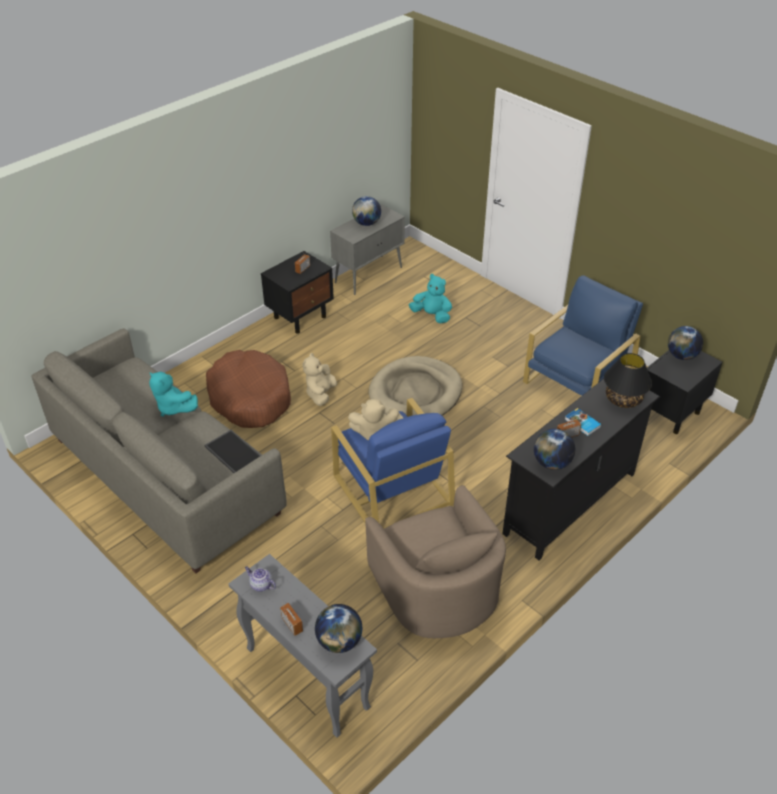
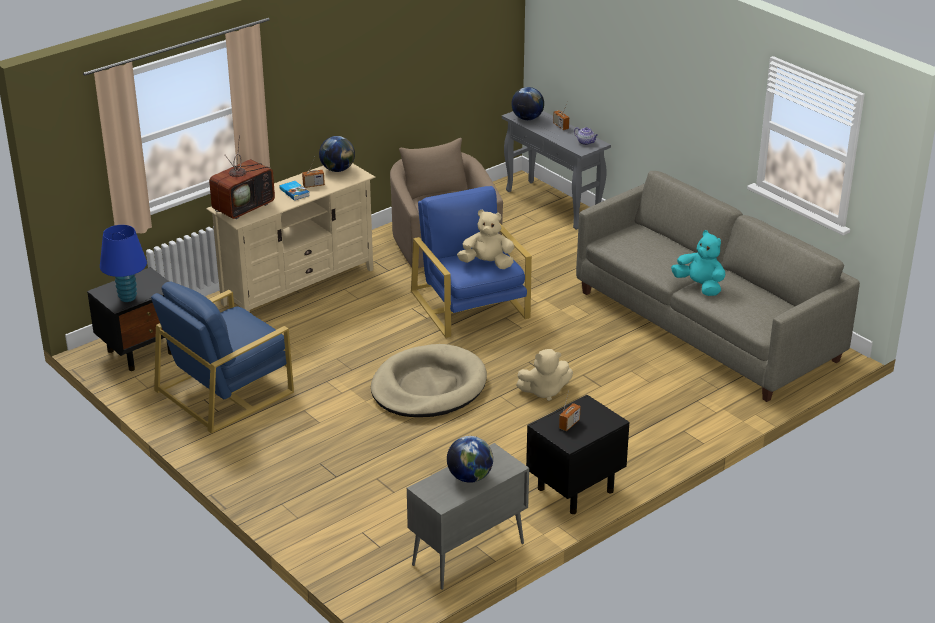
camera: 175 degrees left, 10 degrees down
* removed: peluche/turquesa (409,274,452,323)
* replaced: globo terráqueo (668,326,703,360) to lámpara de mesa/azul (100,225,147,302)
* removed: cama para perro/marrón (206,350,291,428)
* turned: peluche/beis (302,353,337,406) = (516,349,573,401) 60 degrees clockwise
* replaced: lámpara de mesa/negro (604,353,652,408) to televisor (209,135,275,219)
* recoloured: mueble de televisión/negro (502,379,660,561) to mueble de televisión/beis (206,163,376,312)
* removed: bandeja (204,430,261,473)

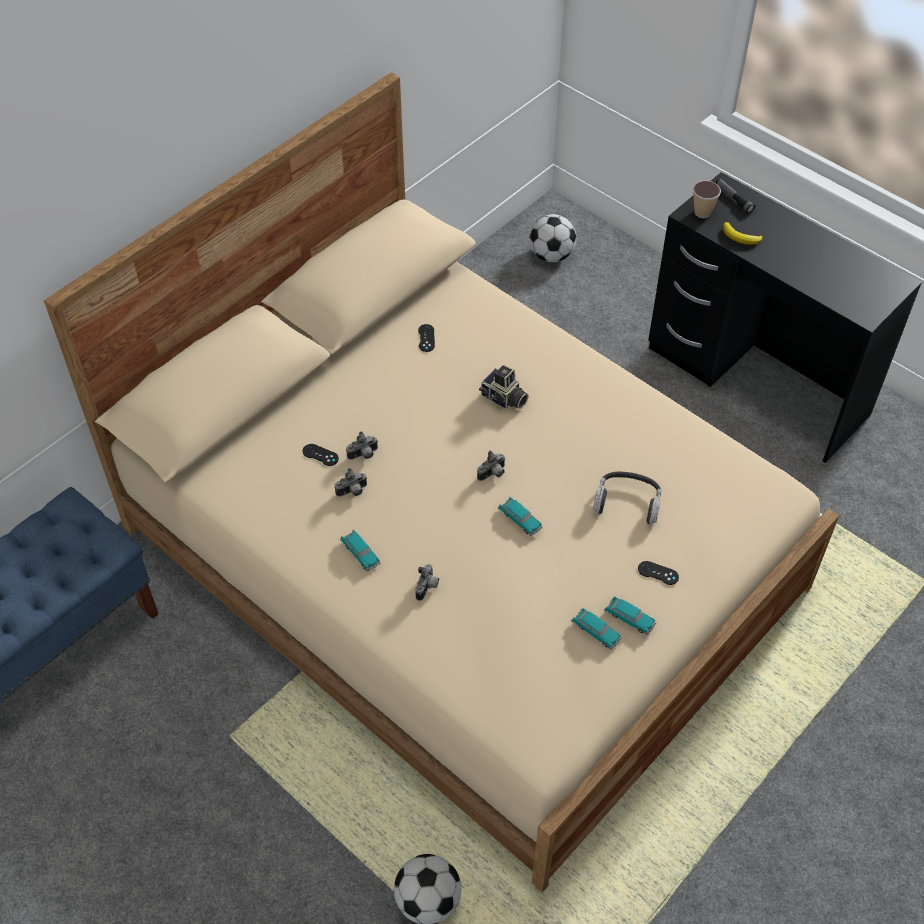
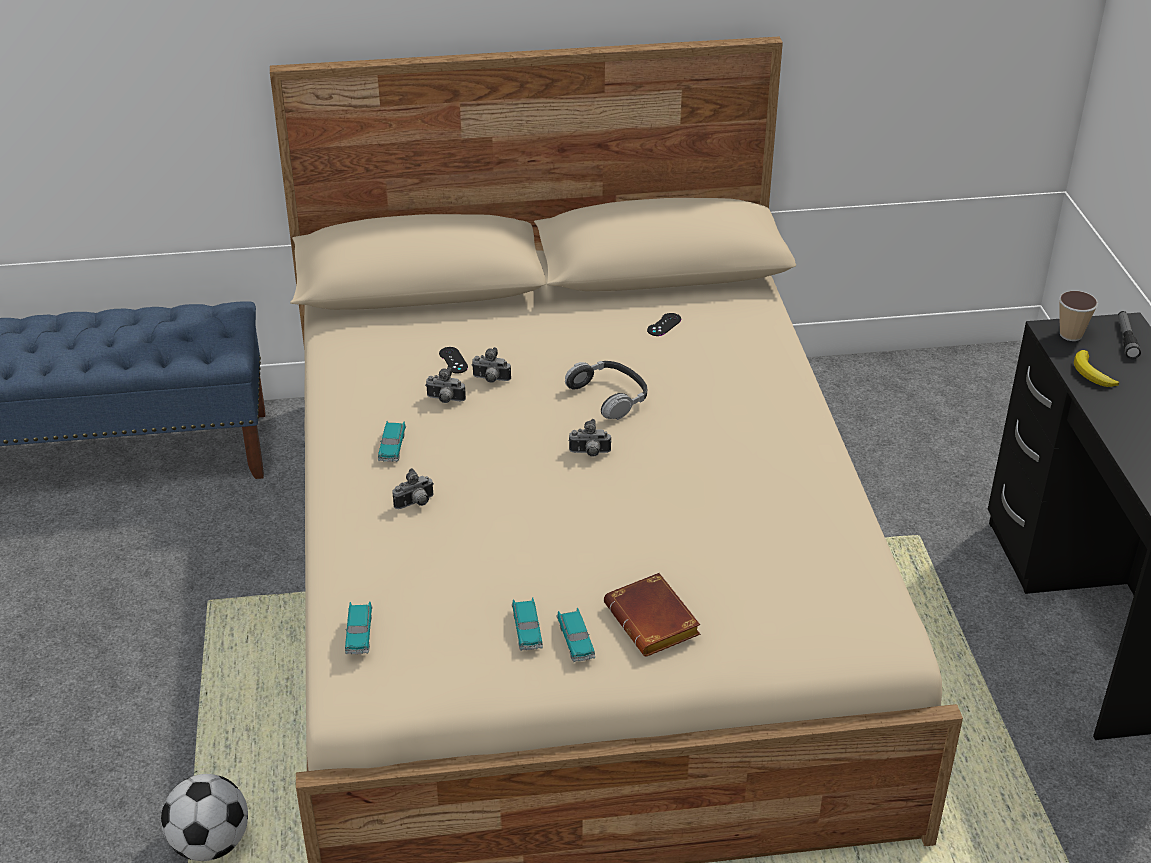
camera: 40 degrees right, 15 degrees down
* removed: balón de fútbol (529,214,576,262)
* removed: cámara (479,365,529,409)
* moved: auriculares (593,472,661,525) to (565,361,647,420)
* moved: coche de juguete (498,497,543,536) to (345,602,372,654)
* replaced: mando de consola/negro (638,561,679,585) to libro/marrón (604,573,700,657)

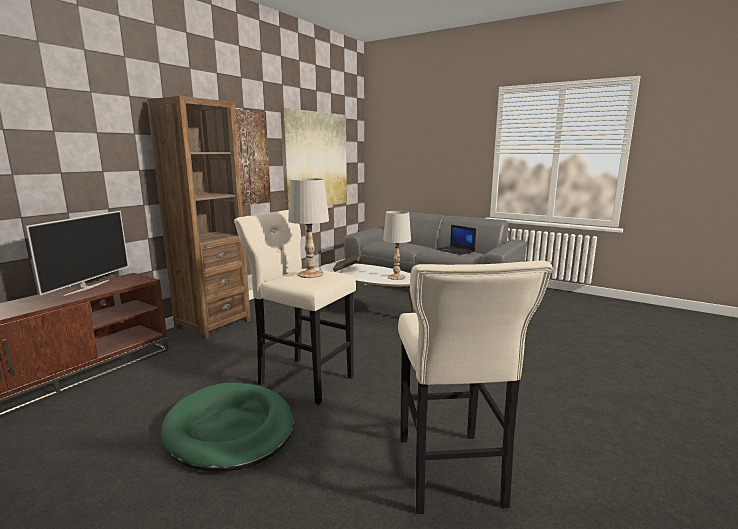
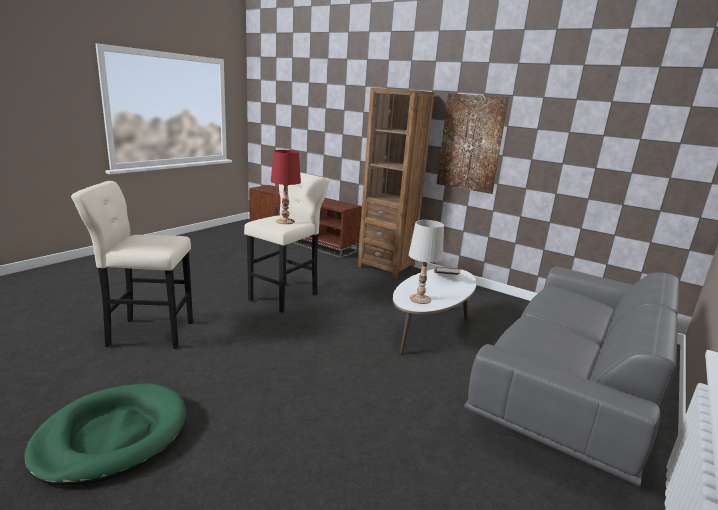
camera: 90 degrees right, 5 degrees up
* removed: cuadro (280,108,347,210)
* recoloured: lámpara de mesa/blanco (288,178,329,278) to lámpara de mesa/rojo (271,150,301,224)
* removed: televisor (26,211,129,296)
* removed: portátil (436,225,476,255)
* moved: cama para perro/verde (161,383,294,471) to (24,384,186,485)

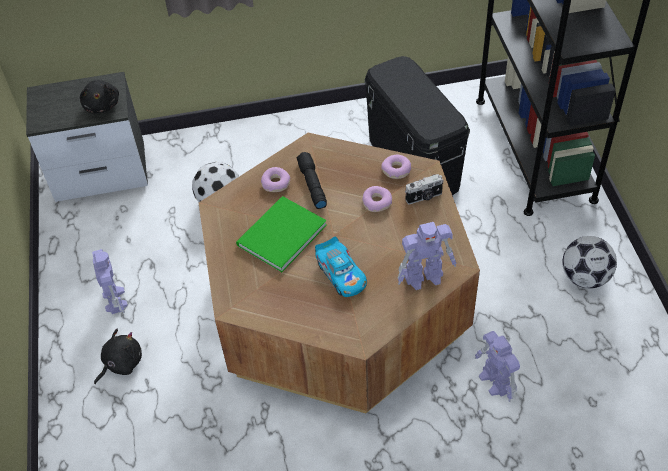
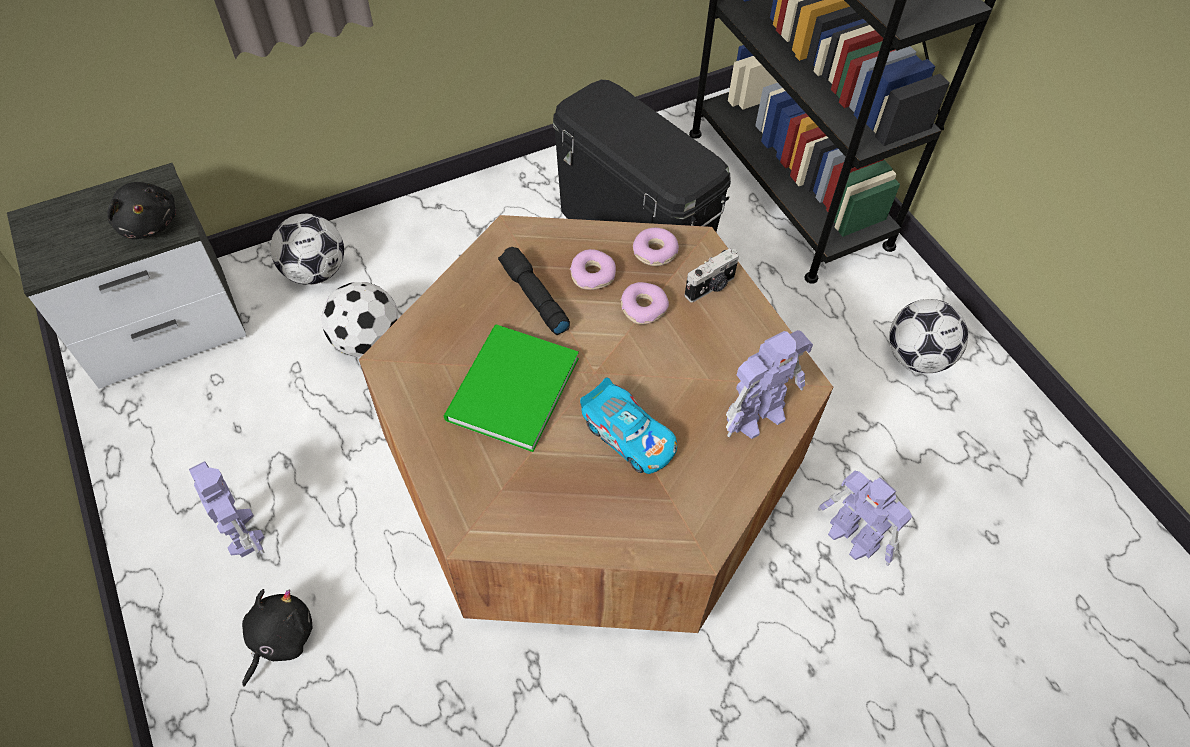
camera: 20 degrees left, 5 degrees up
* moved: rosquilla (261,167,291,192) to (570,249,616,290)
* added: balón de fútbol (270,214,344,285)

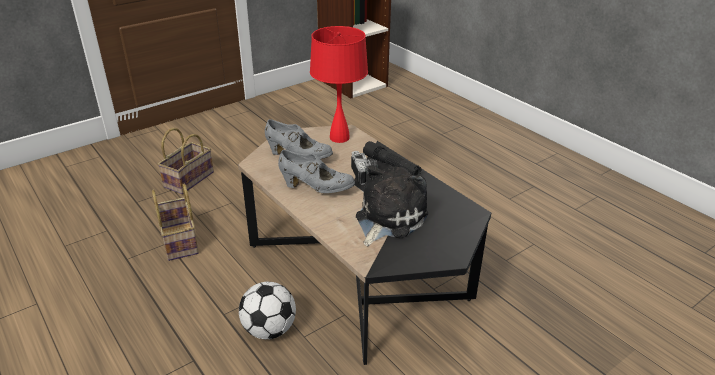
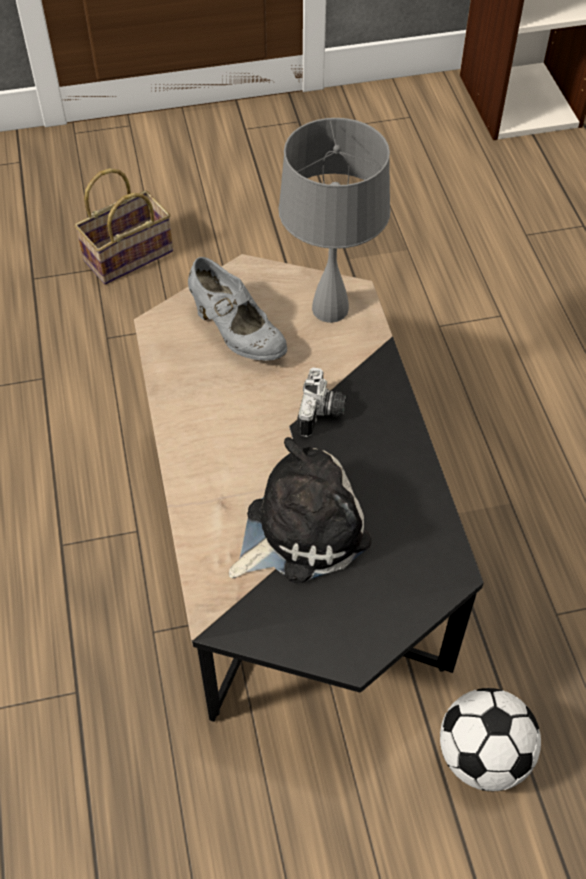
camera: 25 degrees right, 20 degrees up
* recoloured: lámpara de mesa/rojo (310,26,368,143) to lámpara de mesa/gris (278,118,390,323)
* removed: linterna/negro (363,141,421,176)
* removed: zapato/gris (278,150,355,193)
* removed: cesta (152,183,199,261)
* moved: balón de fútbol (239,282,296,339) to (440,688,541,791)

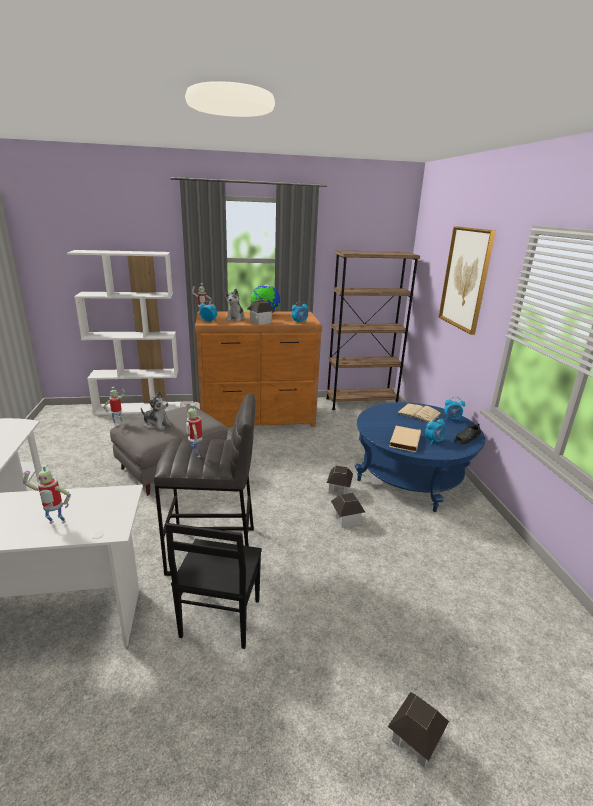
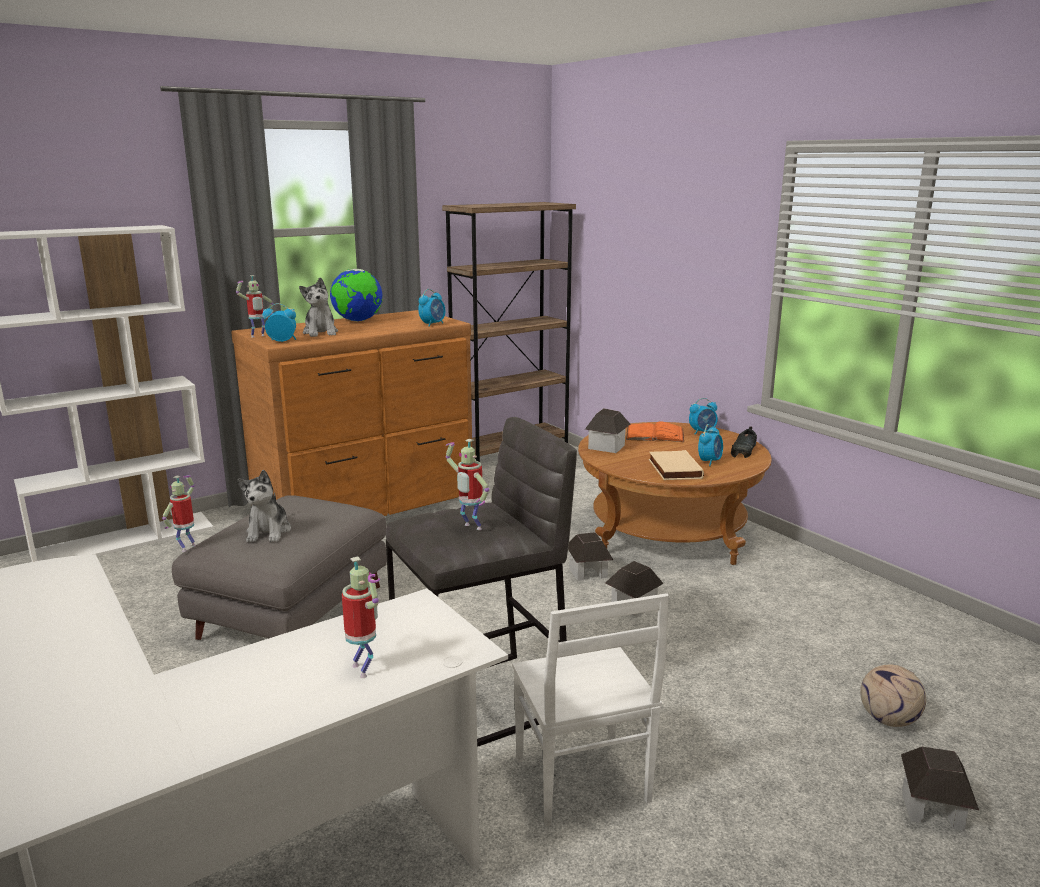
camera: 25 degrees left, 5 degrees down
* removed: cuadro (438,226,496,335)
* moved: casita (248,300,275,325) to (585,408,630,453)
* turned: peluche (141,391,173,430) = (238,470,291,542) 90 degrees clockwise
* recoloured: mesa de centro/azul (355,402,485,512) to mesa de centro/marrón (578,422,772,565)
* recoloured: libro/beis (396,404,442,422) to libro/naranja (626,421,684,442)
* turned: robot de juguete (23,464,71,524) = (342,556,380,678) 90 degrees counterclockwise
* recoloured: silla/negro (165,523,262,649) to silla/blanco (512,593,669,826)
* added: balón de fútbol (860,664,926,727)

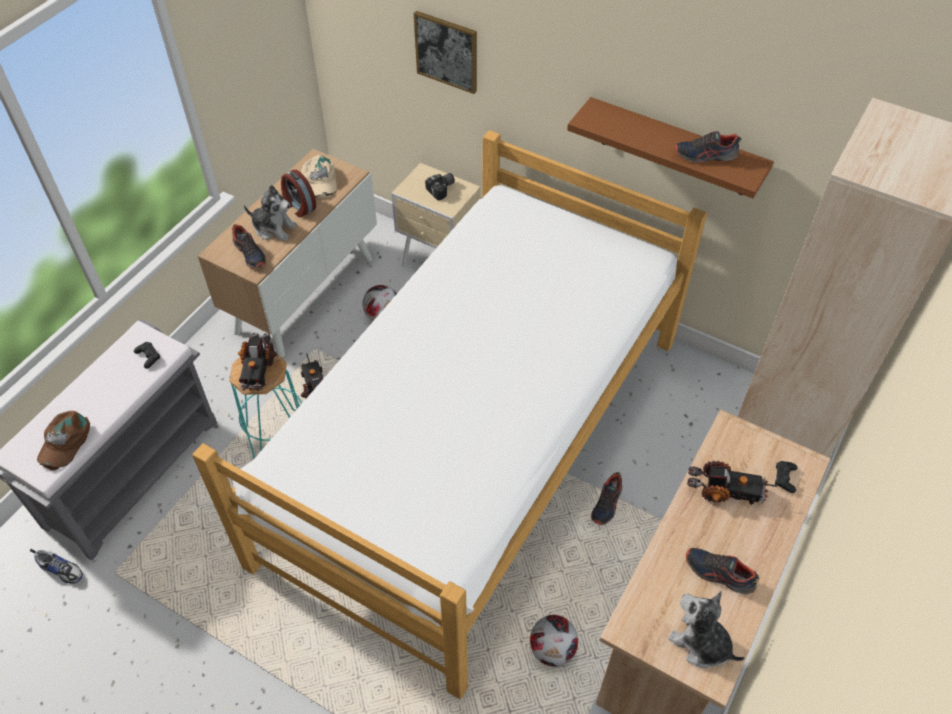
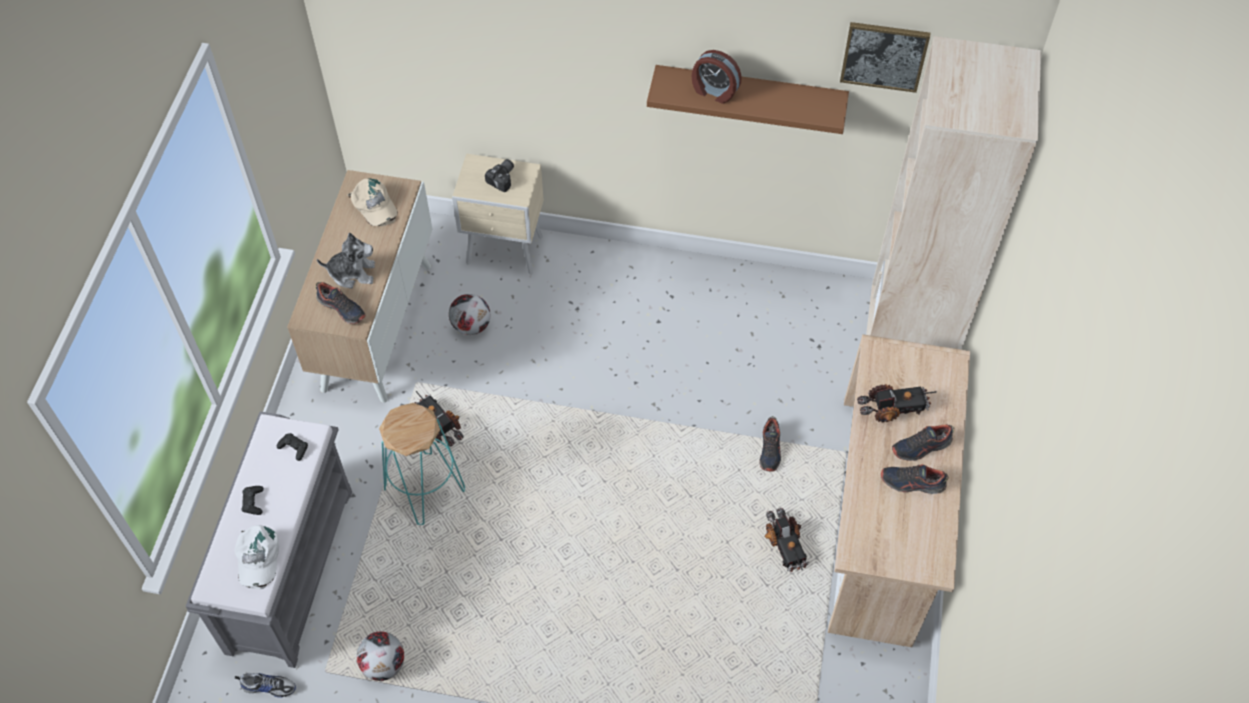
camera: 20 degrees left, 5 degrees up
* moved: cuadro (414,11,477,94) to (840,22,930,93)
* removed: cama (192,130,707,699)
* moved: zapato (675,131,742,163) to (892,424,954,461)
* moved: despertador (281,170,316,218) to (691,50,742,104)
* moved: camión de juguete (238,333,277,391) to (765,508,809,572)
* recoloured: gorra/marrón (37,411,90,471) to gorra/blanco (235,525,279,589)
* moved: mando de consola/negro (775,461,798,493) to (241,486,264,515)
* removed: peluche (668,591,745,668)
* moved: balón de fútbol (530,615,578,667) to (357,631,404,681)

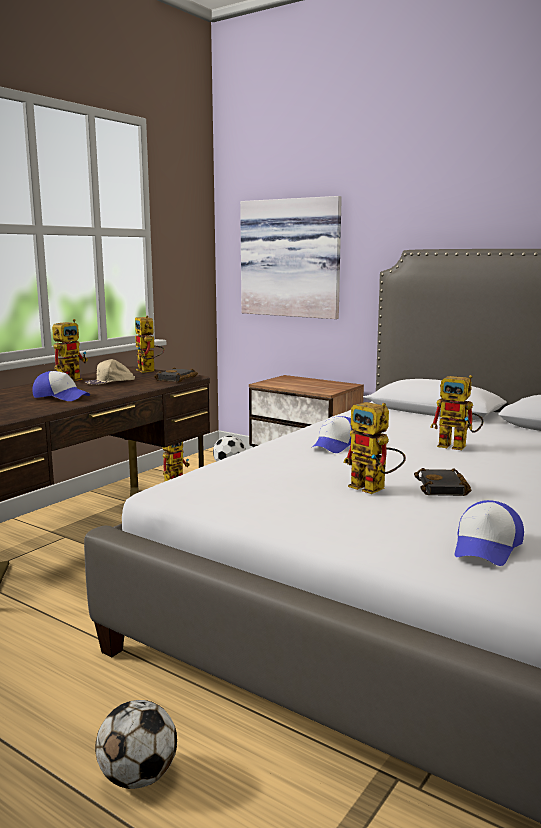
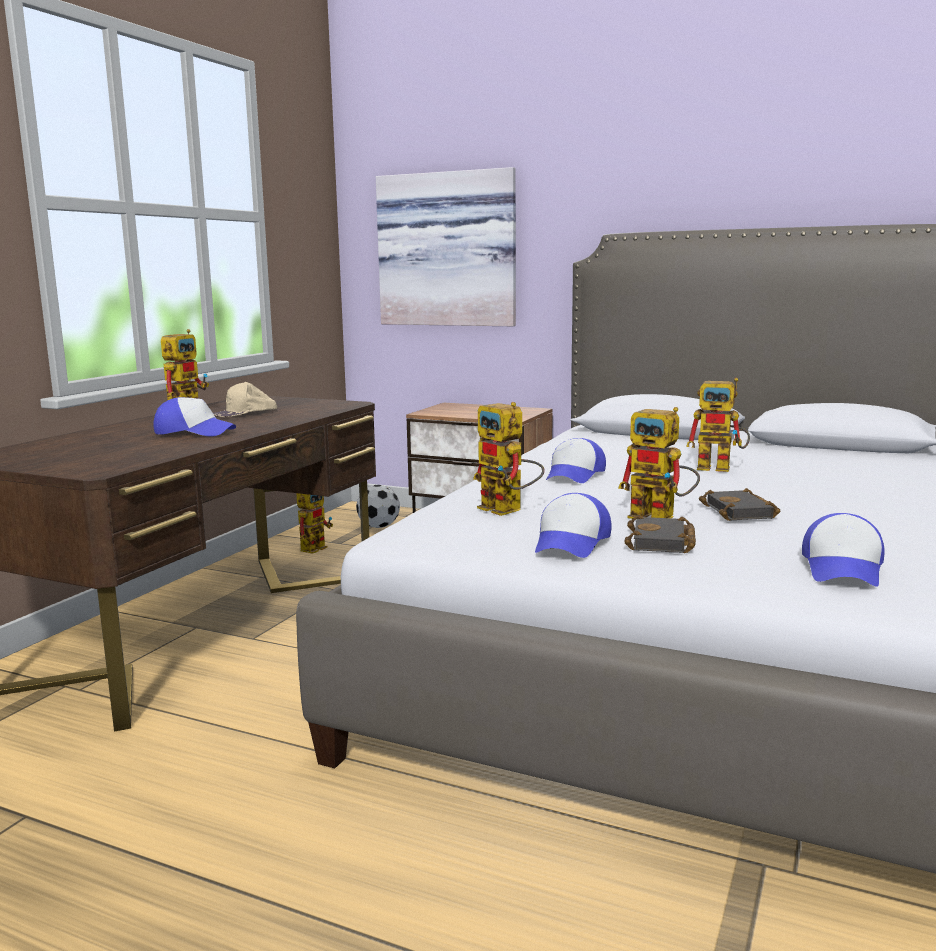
camera: 10 degrees left, 0 degrees up
* moved: robot de juguete (135,315,164,373) to (473,402,545,516)
* moved: libro/negro (154,367,198,382) to (624,515,696,553)
* removed: balón de fútbol (95,700,177,789)
* added: gorra (535,493,612,558)

